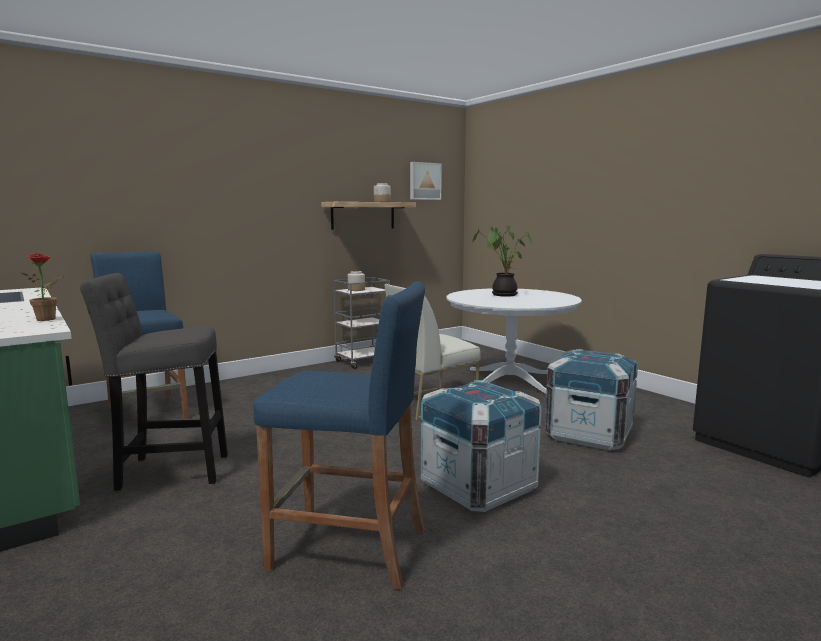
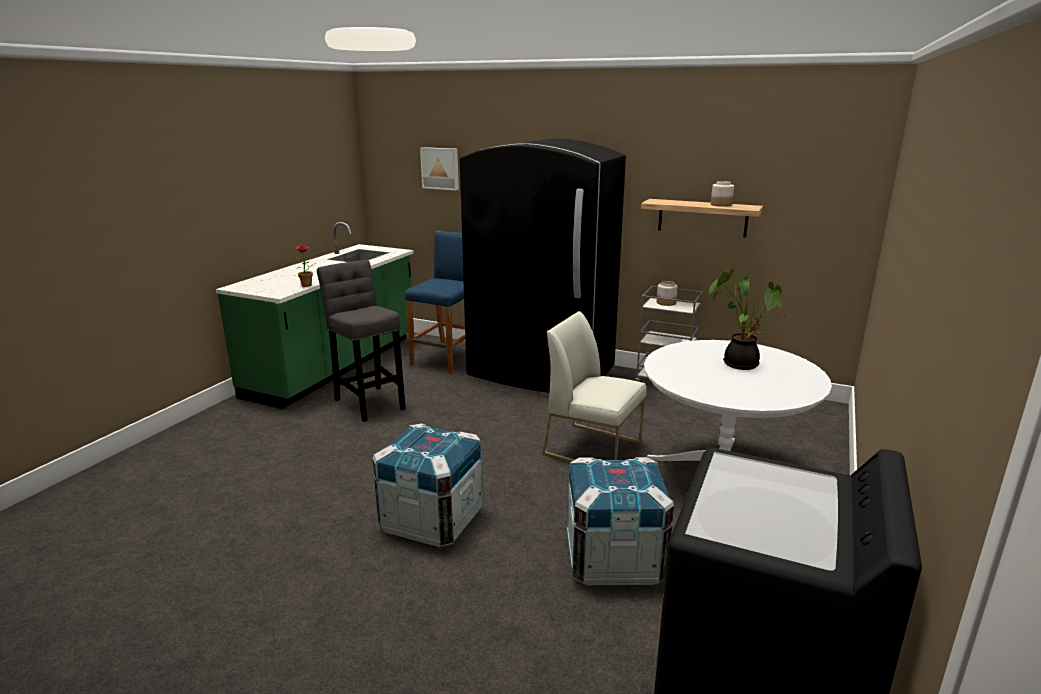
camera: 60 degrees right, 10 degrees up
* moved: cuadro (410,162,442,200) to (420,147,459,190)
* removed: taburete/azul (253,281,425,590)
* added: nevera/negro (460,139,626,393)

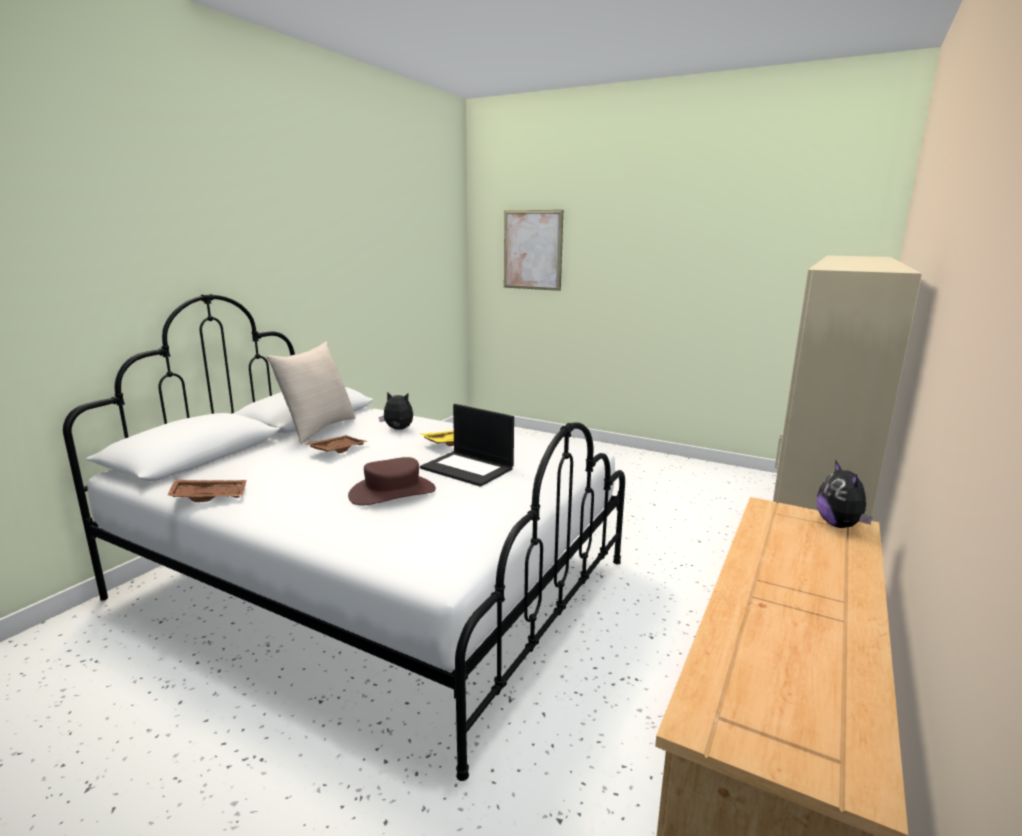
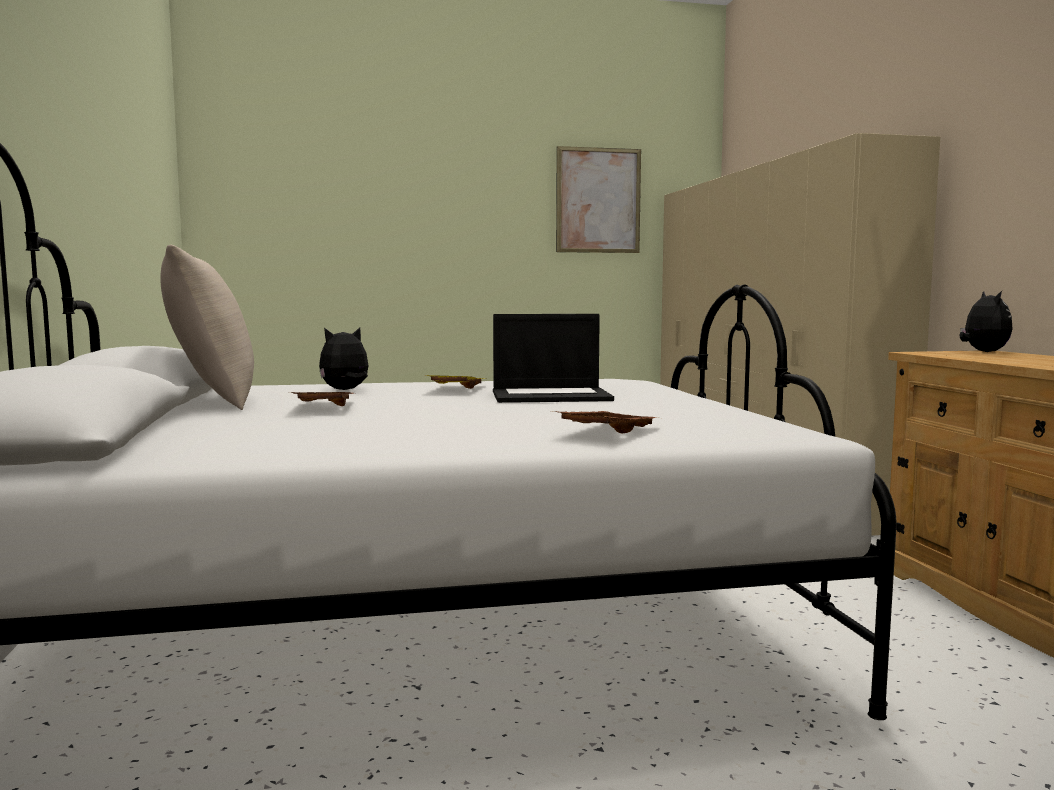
camera: 40 degrees left, 10 degrees down
* moved: cuadro (504,210,563,291) to (556,146,641,253)
* removed: sombrero/marrón (348,457,436,505)
* turned: peluche (817,461,873,528) = (959,291,1013,352) 135 degrees counterclockwise
* moved: bandeja/marrón (167,480,246,502) to (553,411,658,434)

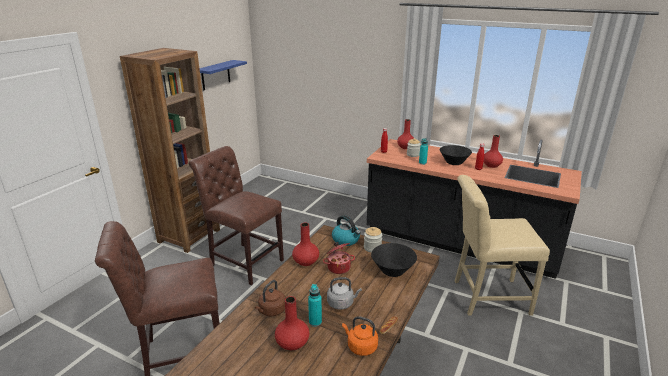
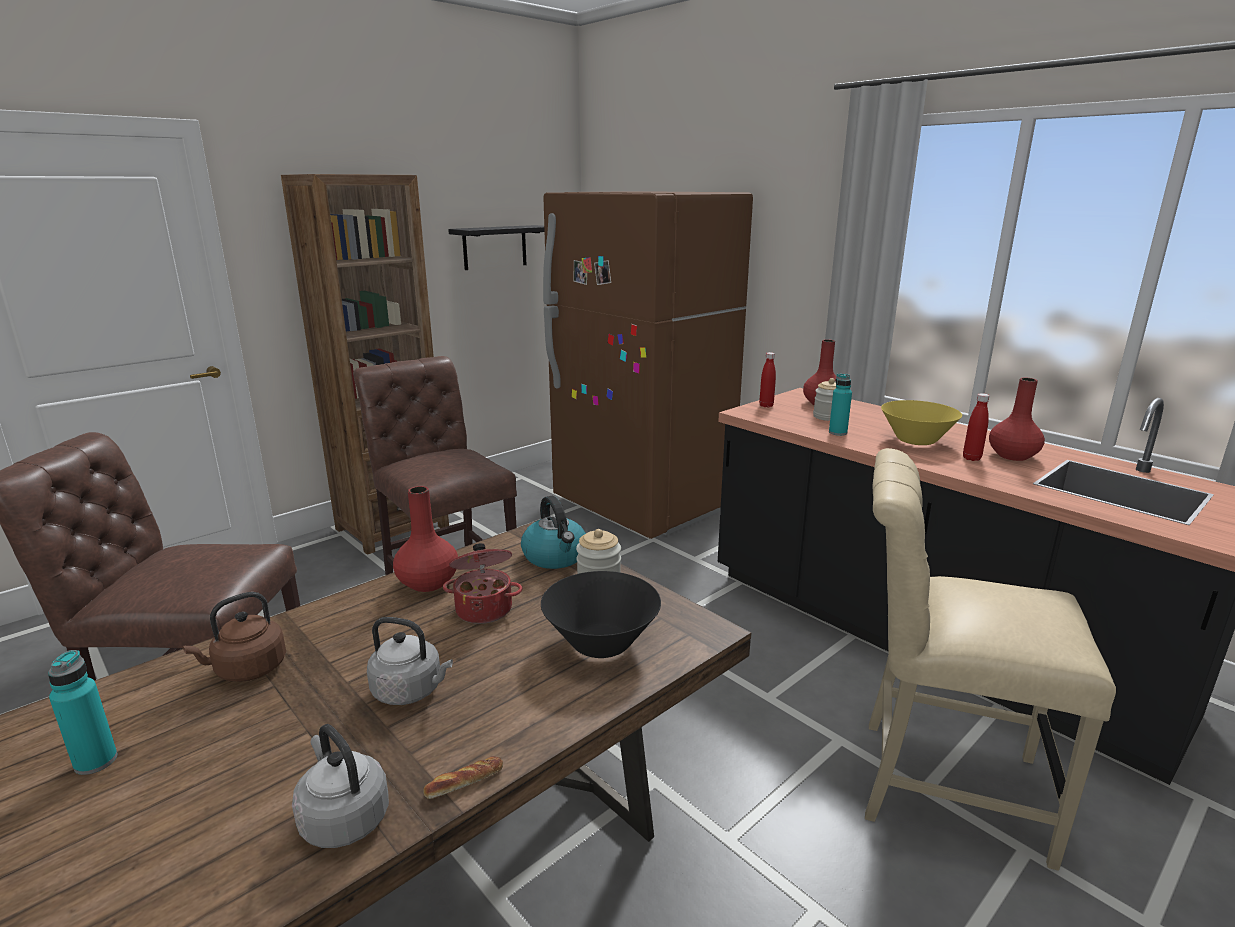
camera: 20 degrees right, 5 degrees down
* recoloured: estante/azul (199,60,247,90) to estante/negro (448,225,544,270)
* recoloured: cuenco/negro (440,145,472,165) to cuenco/amarillo (881,400,962,445)
* moved: botella/turquesa (308,284,322,327) to (48,650,117,775)
* removed: florero/rojo (275,296,309,350)
* recoloured: hervidor/naranja (342,316,378,356) to hervidor/gris (292,724,389,848)
* added: nevera/marrón (543,191,753,539)

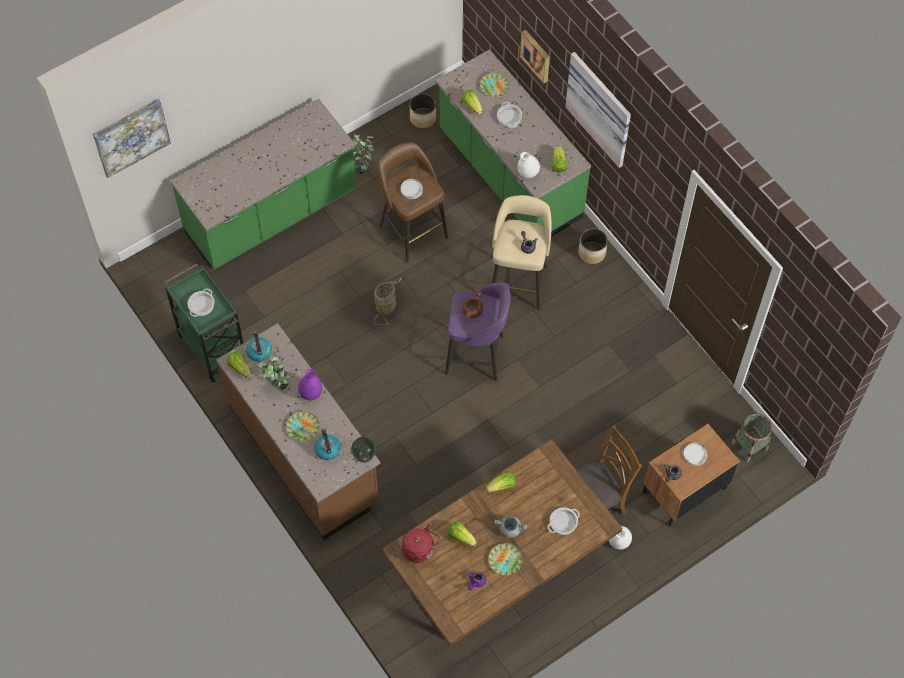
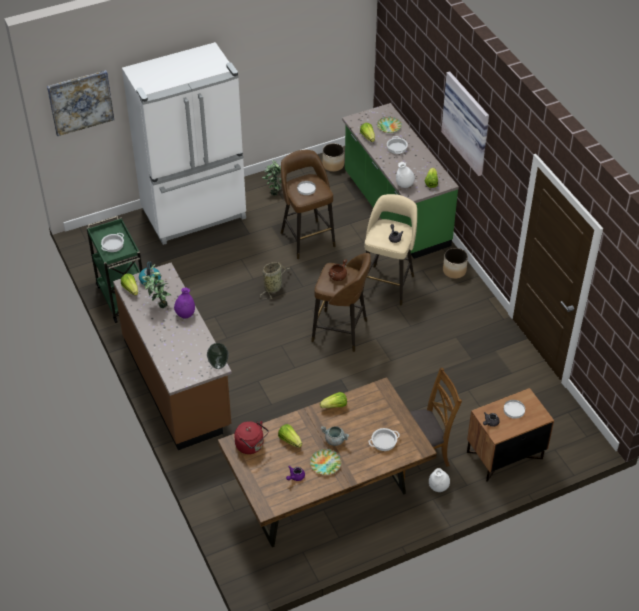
camera: 10 degrees right, 15 degrees down
* removed: cuadro (520,29,550,84)
* replaced: mueble bajo de cocina/verde (170,99,356,270) to nevera/blanco (122,42,246,245)
* recoloured: taburete/morado (445,282,511,381) to taburete/marrón (311,253,371,352)
* removed: plato (286,411,320,441)
* removed: cesta (732,413,772,462)
* removed: hervidor (314,429,341,460)

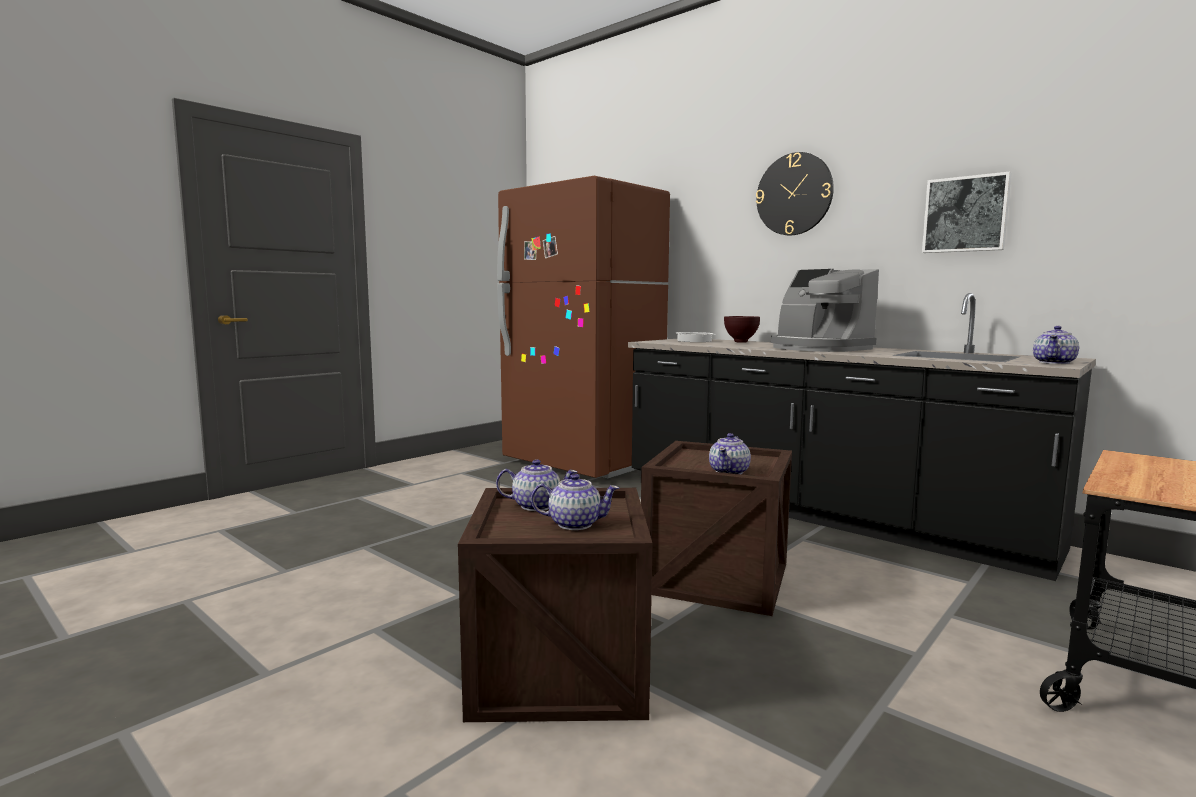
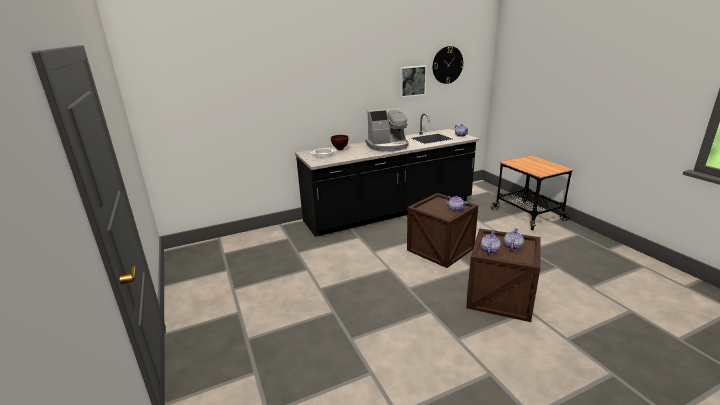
camera: 65 degrees left, 15 degrees up
* moved: reloj de pared (756,152,834,235) to (433,46,464,84)
* removed: nevera/marrón (497,176,670,478)

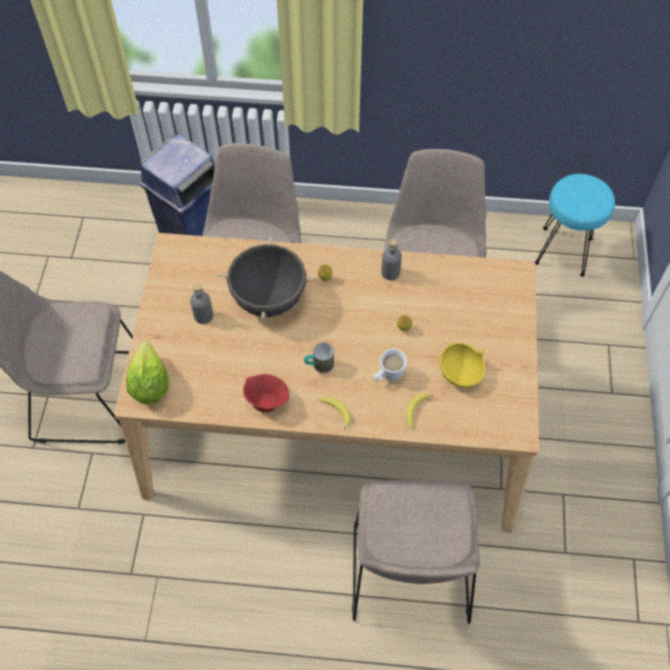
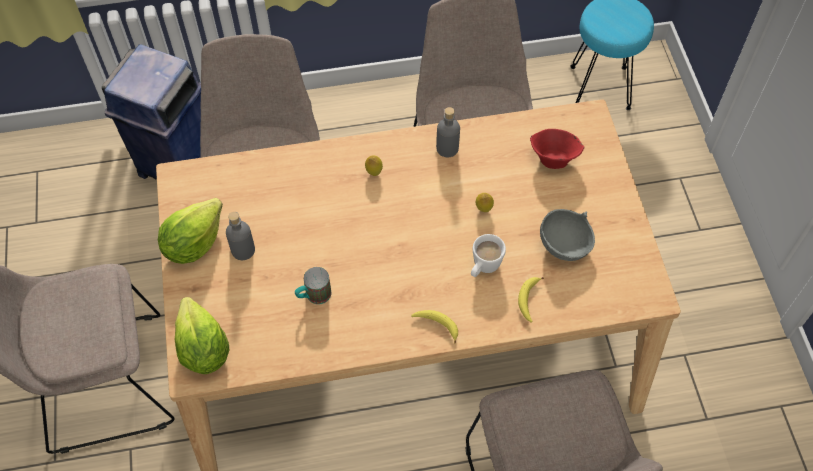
camera: 15 degrees left, 0 degrees up
* removed: olla/negro (217,237,316,320)
* moved: taza grande (304,342,334,373) to (295,267,331,304)
* recoloured: cuenco/amarillo (440,342,485,388) to cuenco/gris (540,209,595,261)
* moved: cuenco/rojo (243,374,289,412) to (530,129,584,169)
* added: lechuga (158,198,223,264)

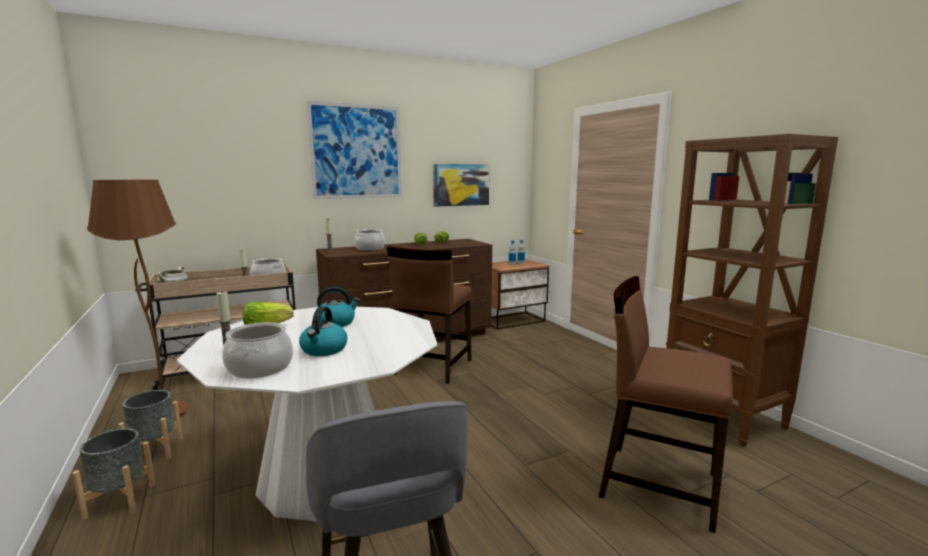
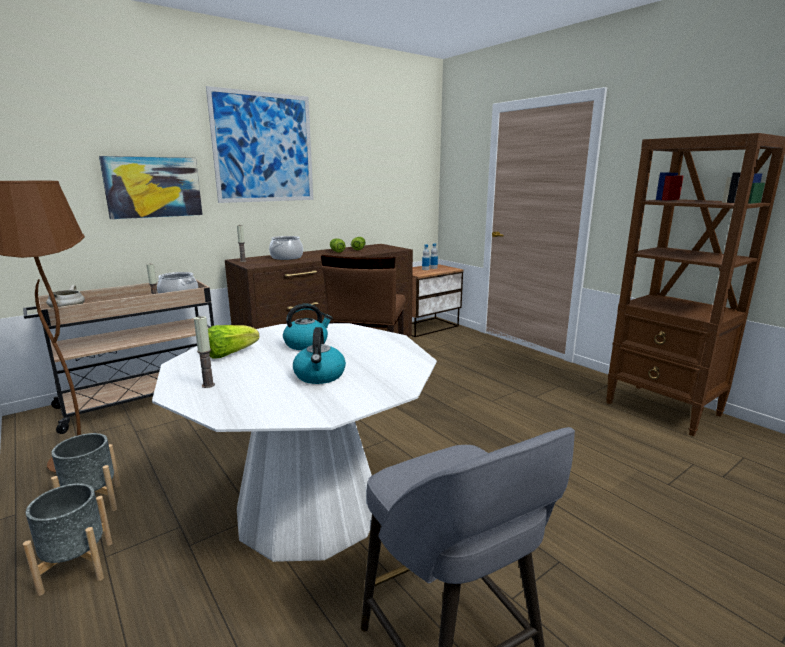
camera: 10 degrees left, 5 degrees up
* moved: cuadro (433,164,489,207) to (99,156,203,219)
* removed: silla/marrón (599,276,733,533)
* removed: olla (222,322,293,379)

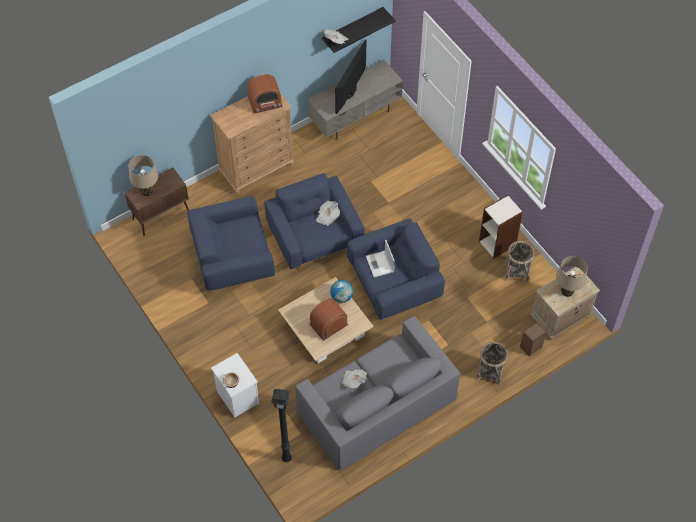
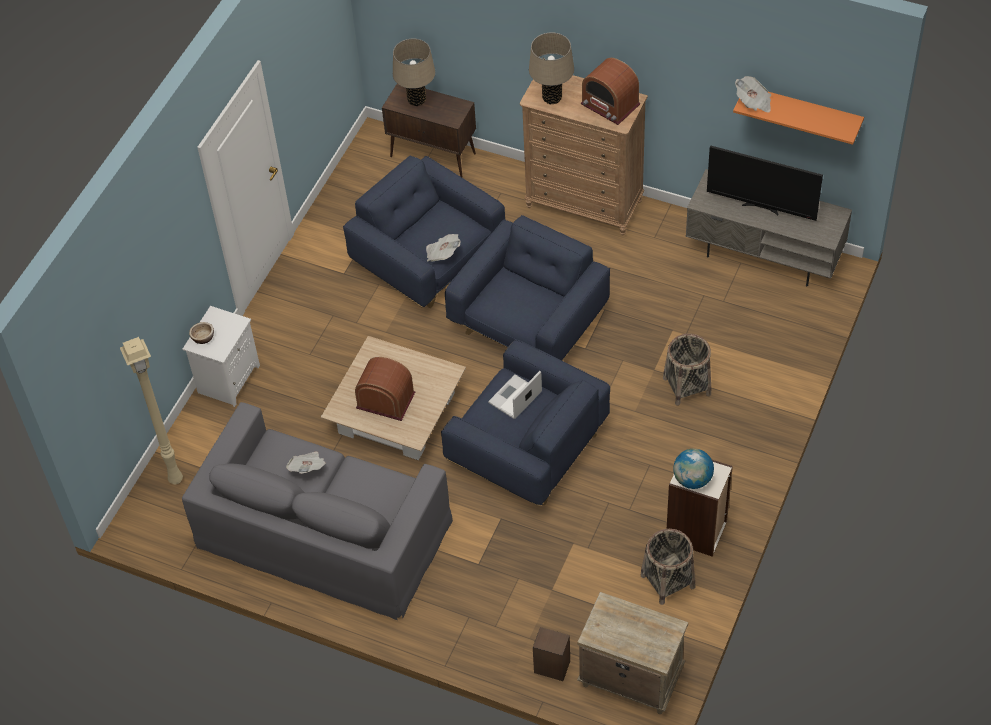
camera: 60 degrees right, 5 degrees down
* recoloured: estante/negro (322,7,396,53) to estante/naranja (733,92,864,145)
* turned: televisor (335,40,366,114) = (707,145,823,221) 150 degrees counterclockwise
* moved: periódico (316,201,340,226) to (426,234,461,262)
* moved: lámpara de mesa/beis (556,256,587,297) to (529,32,574,104)
* moved: globo terráqueo (330,280,353,303) to (673,449,714,489)
* moved: cesta (476,342,508,385) to (663,334,711,405)
* recoloured: lámpara de pie/negro (271,389,292,462) to lámpara de pie/beis (120,337,183,484)

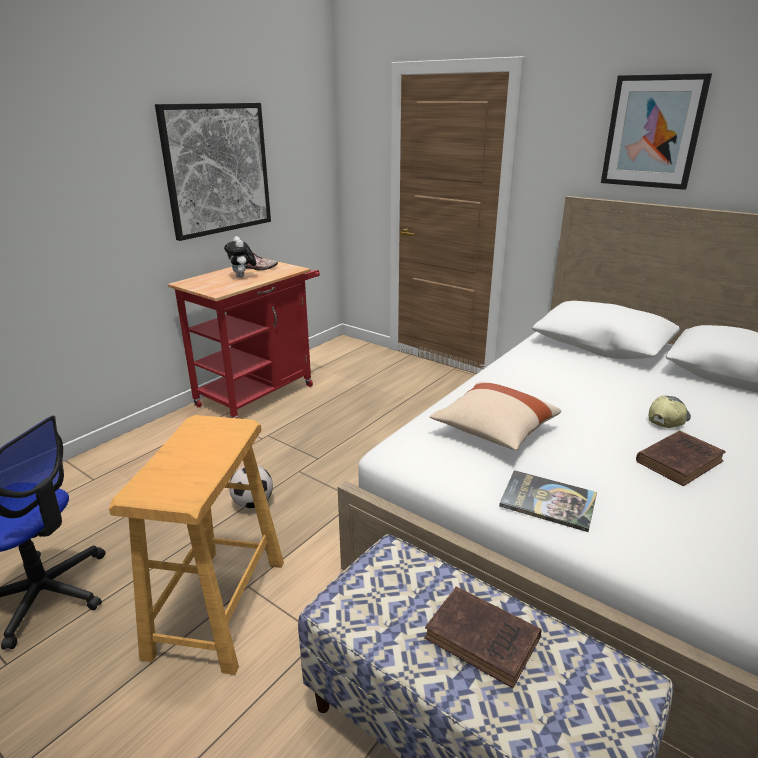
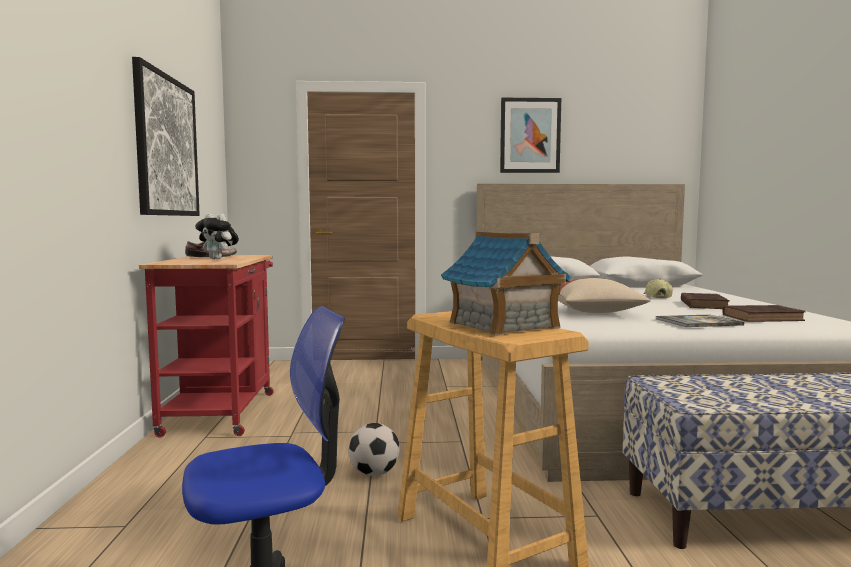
camera: 40 degrees left, 20 degrees down
* moved: libro/marrón (424,587,542,688) to (723,305,806,322)
* added: casita (441,231,571,336)

